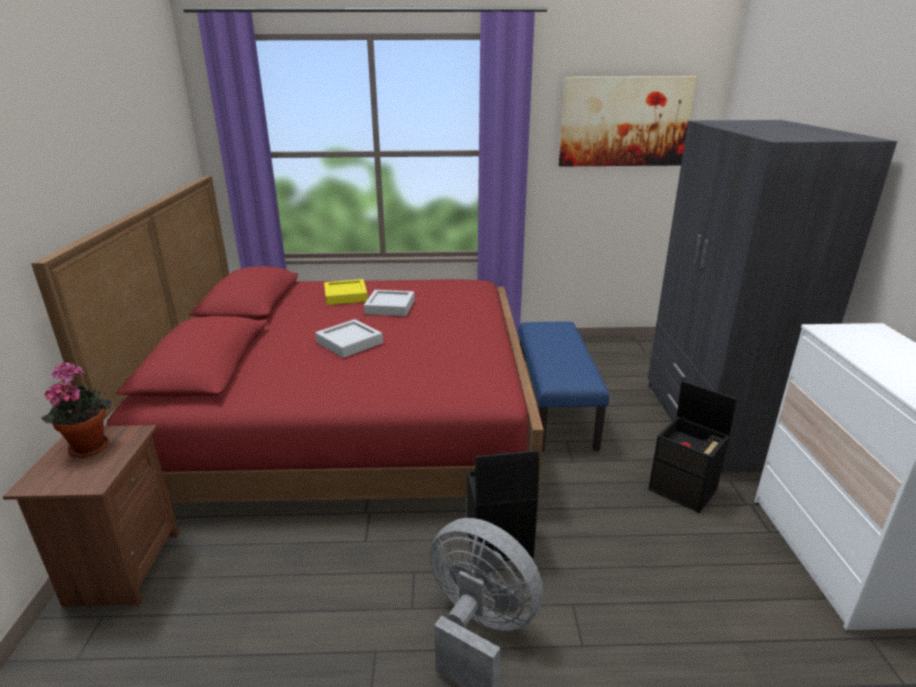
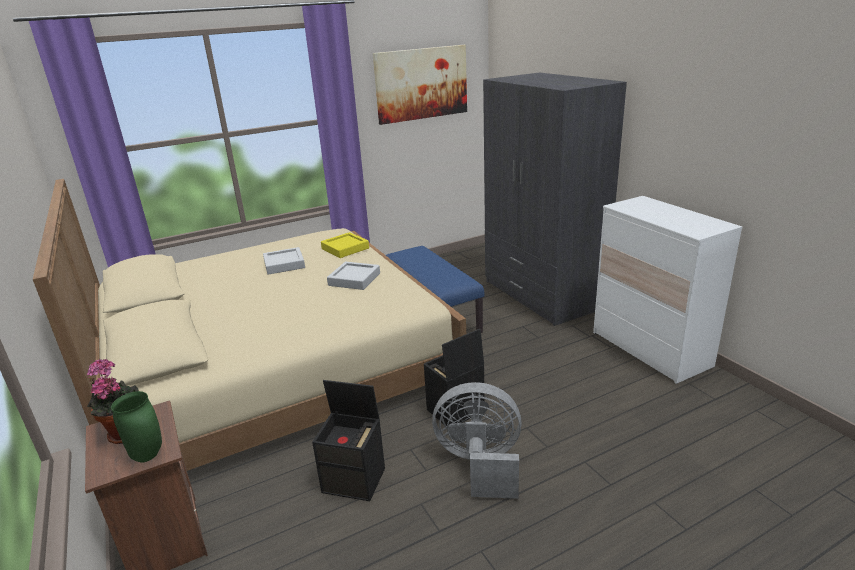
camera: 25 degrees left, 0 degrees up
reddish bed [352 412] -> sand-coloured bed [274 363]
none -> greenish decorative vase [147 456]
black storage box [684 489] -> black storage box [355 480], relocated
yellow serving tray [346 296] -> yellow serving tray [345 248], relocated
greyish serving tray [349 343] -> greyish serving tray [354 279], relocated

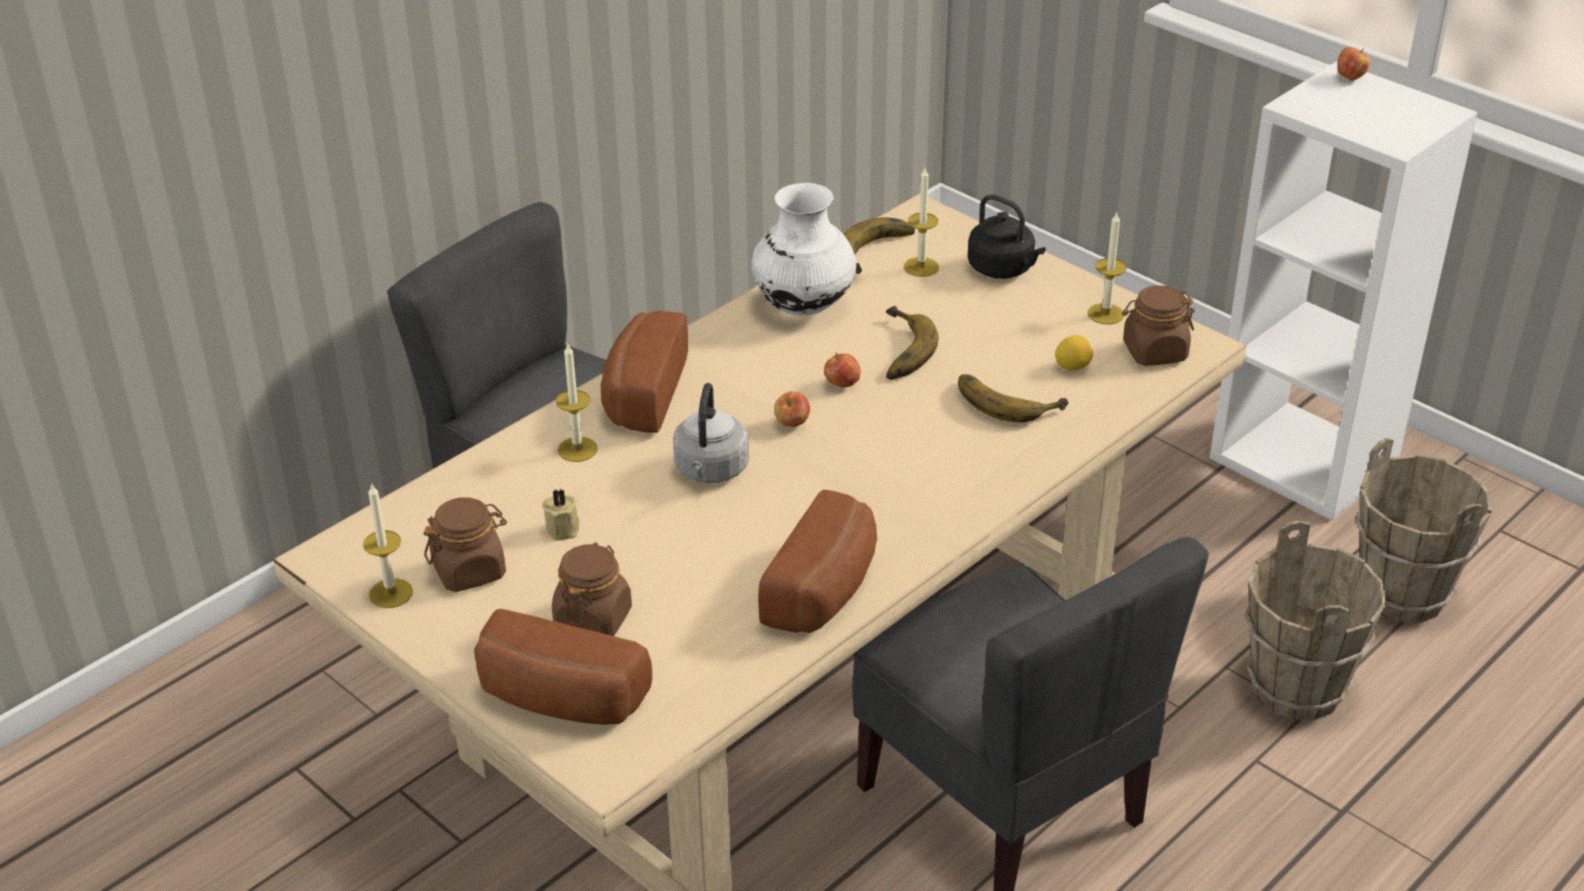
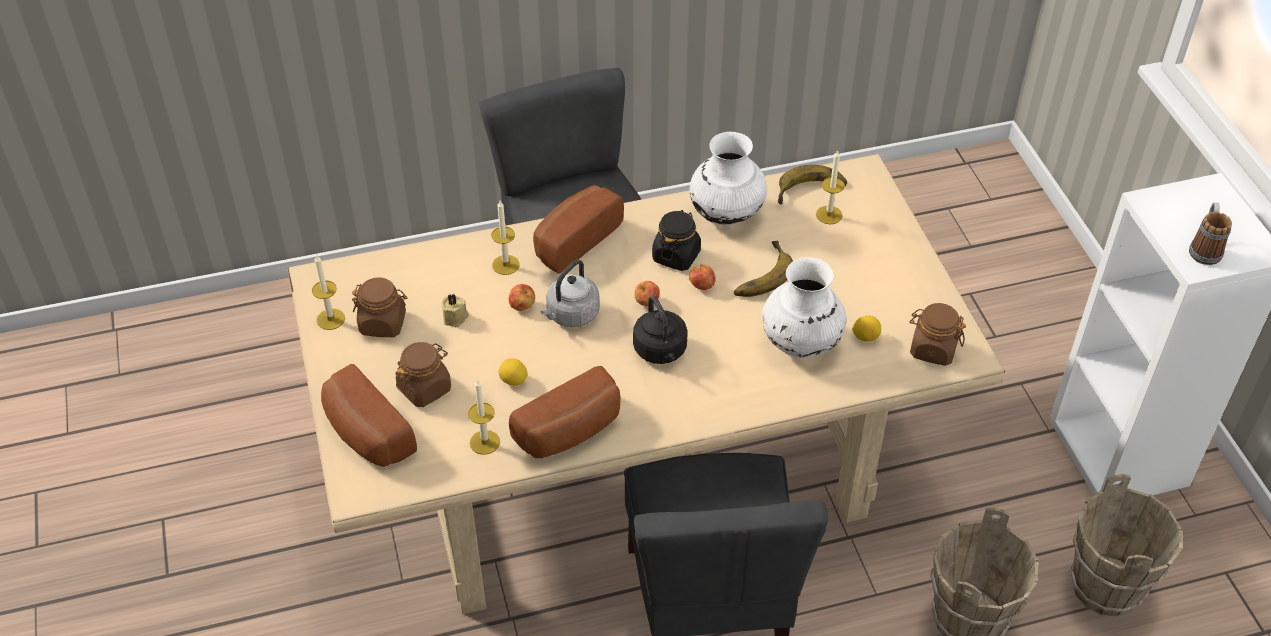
camera: 30 degrees right, 10 degrees up
wax light [1105 314] -> wax light [485 442], relocated
none -> citrus fruit [513 381]
apple [1350 77] -> apple [522 306], relocated
black water kettle [1003 269] -> black water kettle [661 351], relocated
none -> black preserve jar [676 256]
whole banana [1008 399] -> whitish decorative vase [800 343]
none -> coffee mug [1204 248]

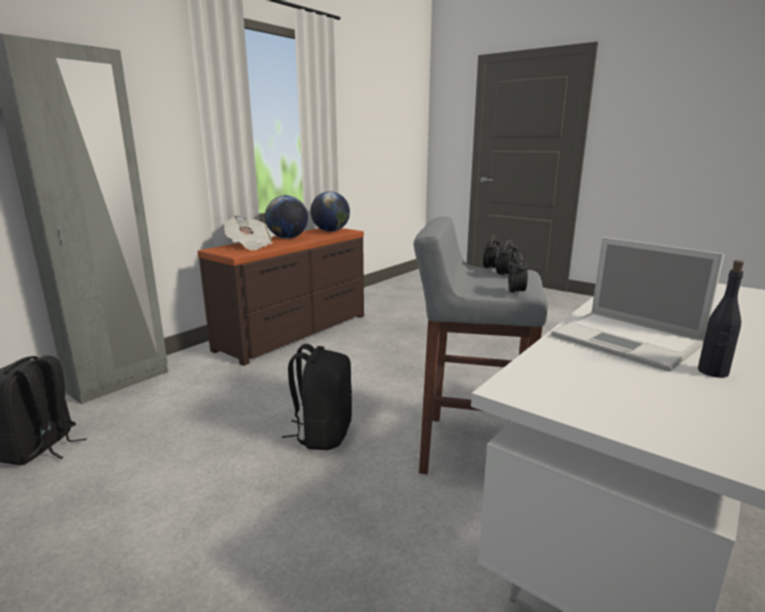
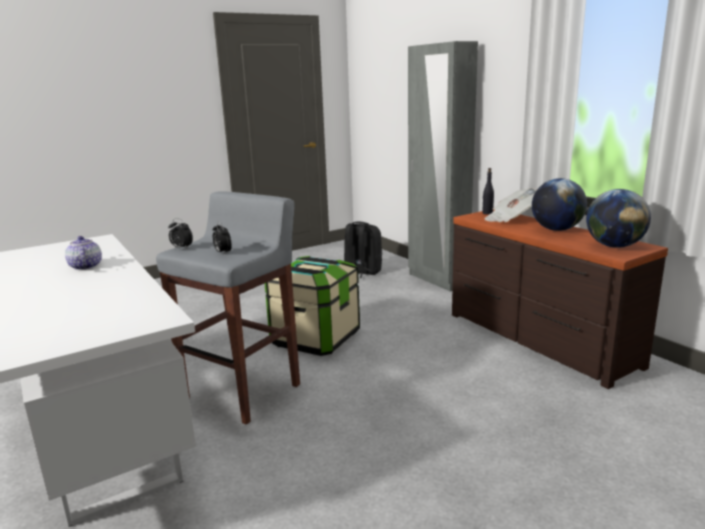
camera: 110 degrees right, 0 degrees up
notebook computer [629 341] -> pot for tea [85 267]
black rucksack [323 434] -> storage box [315 338]
black bottle [712 372] -> black bottle [487 213], relocated
bedside clock [491 269] -> none

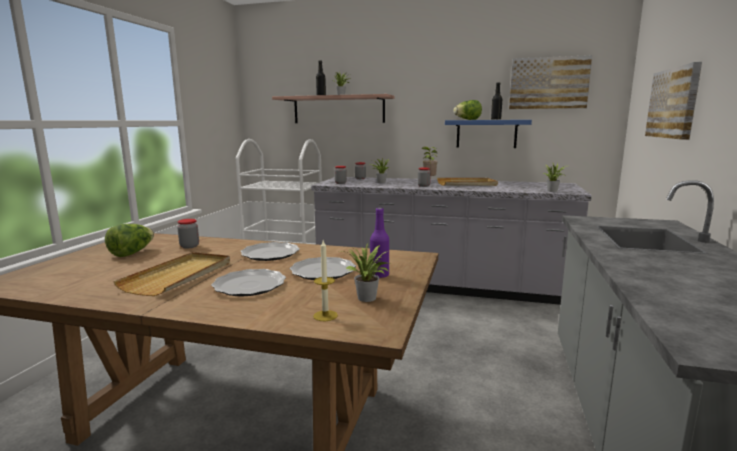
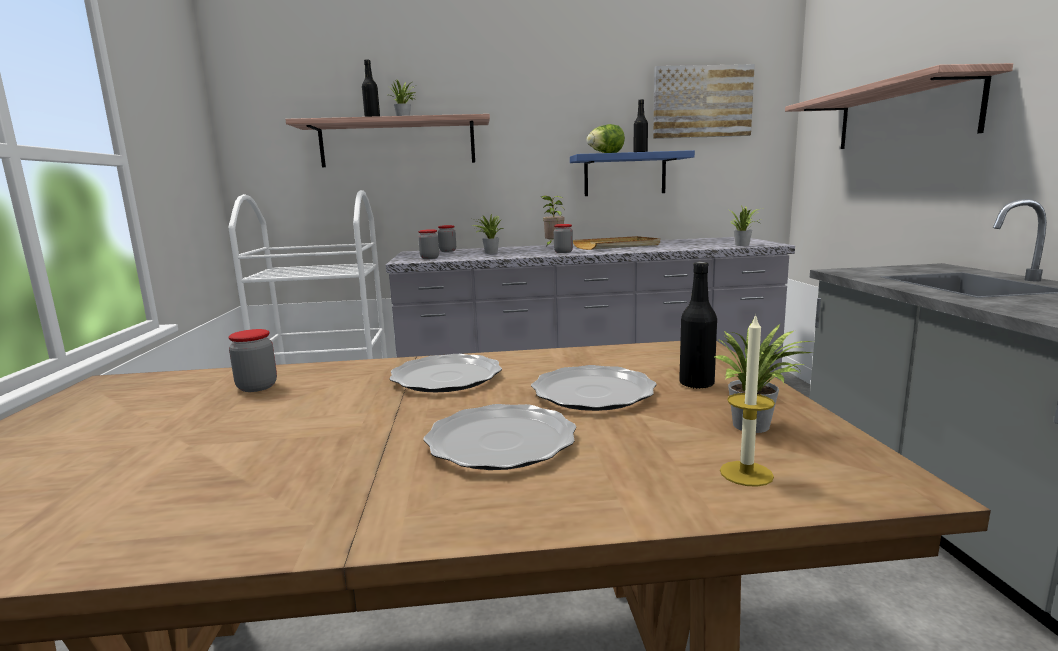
camera: 20 degrees left, 0 degrees up
purple bottle [379 275] -> black bottle [696 384]
wall picture [673 103] -> wall shelf [904 115]
head of lettuce [132 253] -> none
sand-coloured serving tray [179 276] -> none

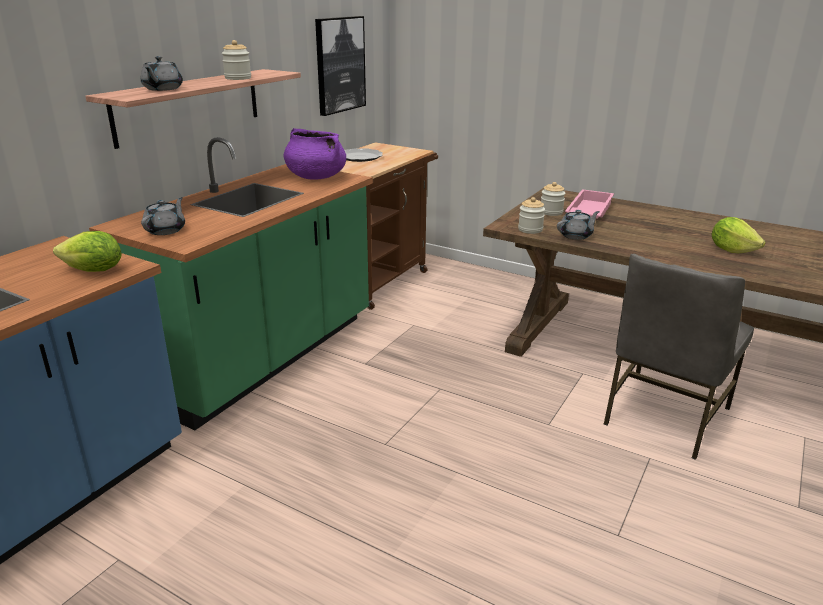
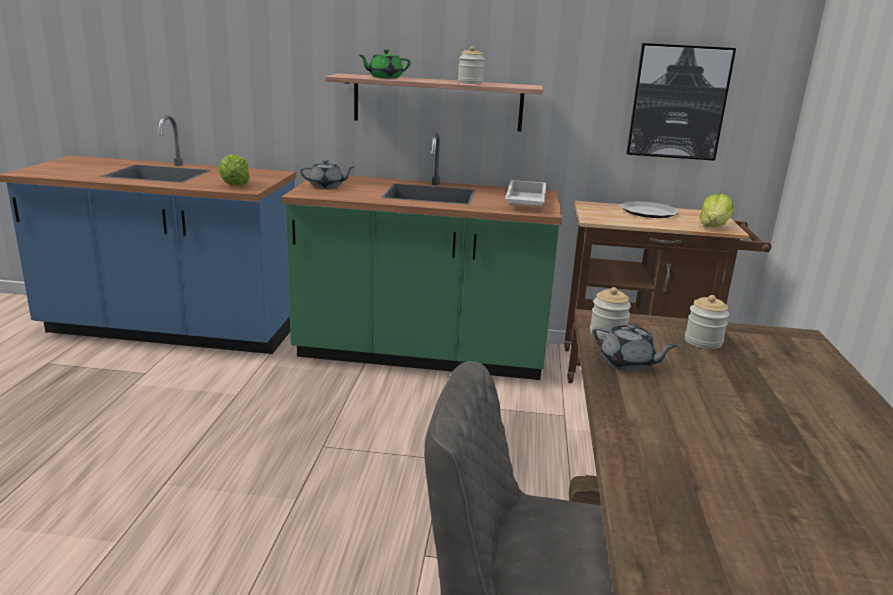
camera: 65 degrees right, 5 degrees down
greyish pot for tea [162 89] -> greenish pot for tea [384 77]
purple saucepot [315 177] -> whitish serving tray [524 202]
head of lettuce [732 250] -> head of lettuce [713 227], relocated
pink-coloured serving tray [588 212] -> none

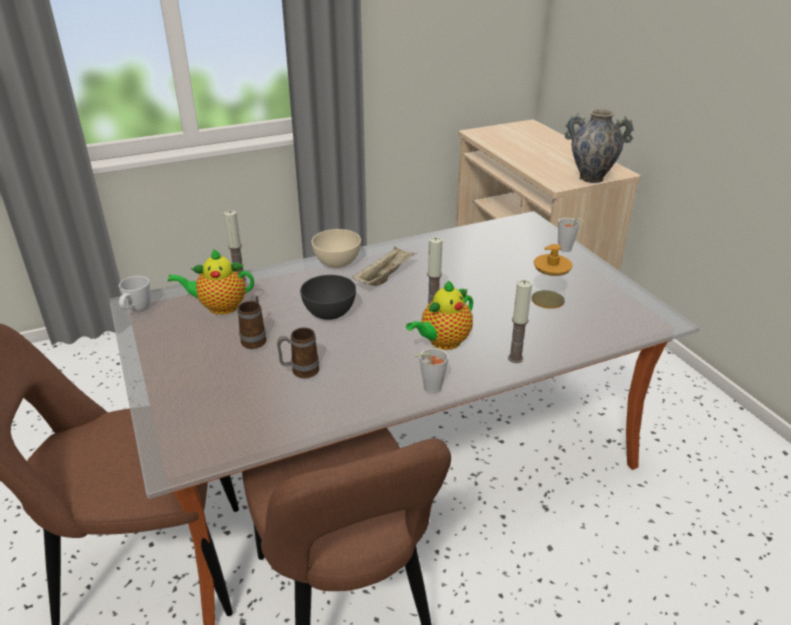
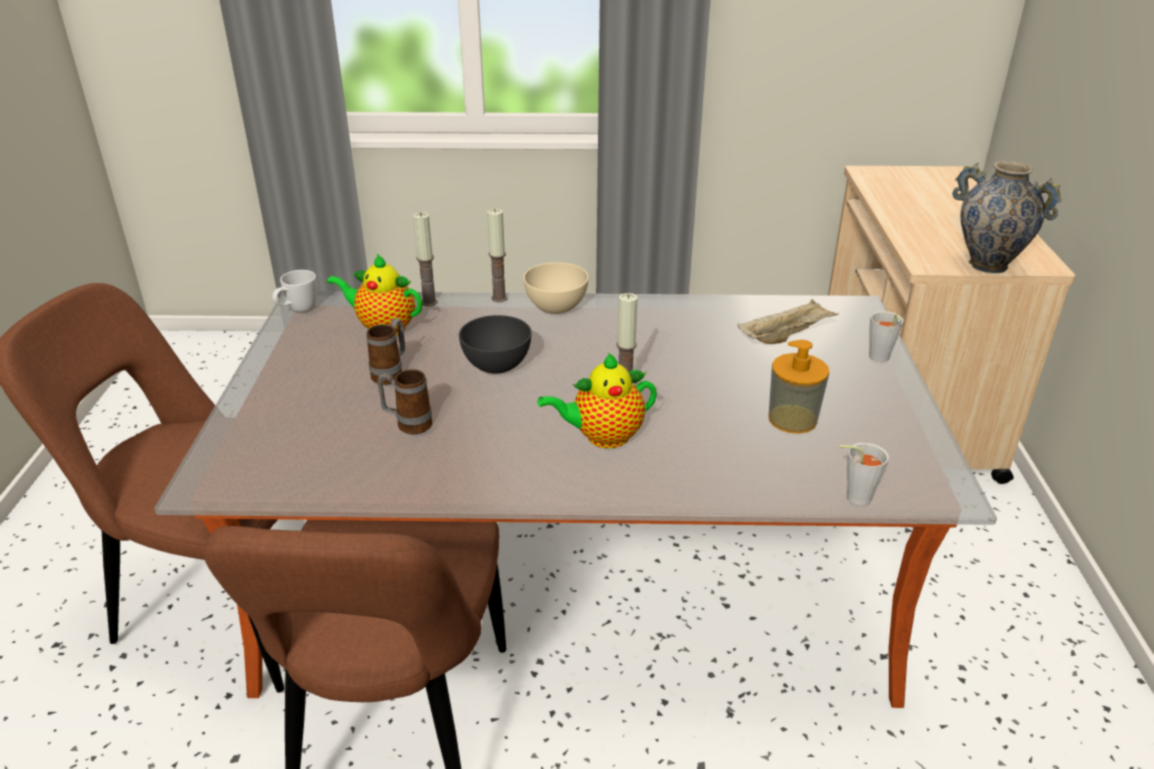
camera: 25 degrees right, 0 degrees up
wax light [515 358] -> wax light [499 298], relocated
sand-coloured serving tray [384 277] -> sand-coloured serving tray [785 336], relocated
greyish small cup [428 389] -> greyish small cup [852 497], relocated

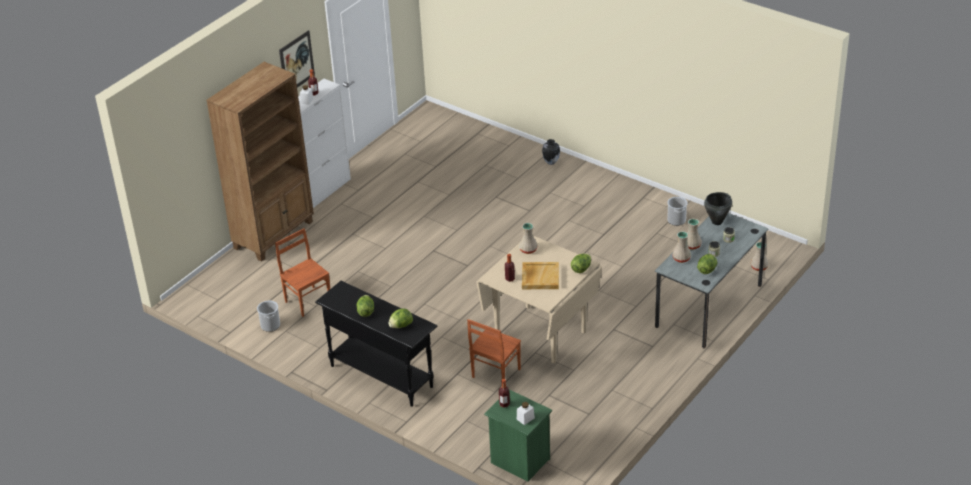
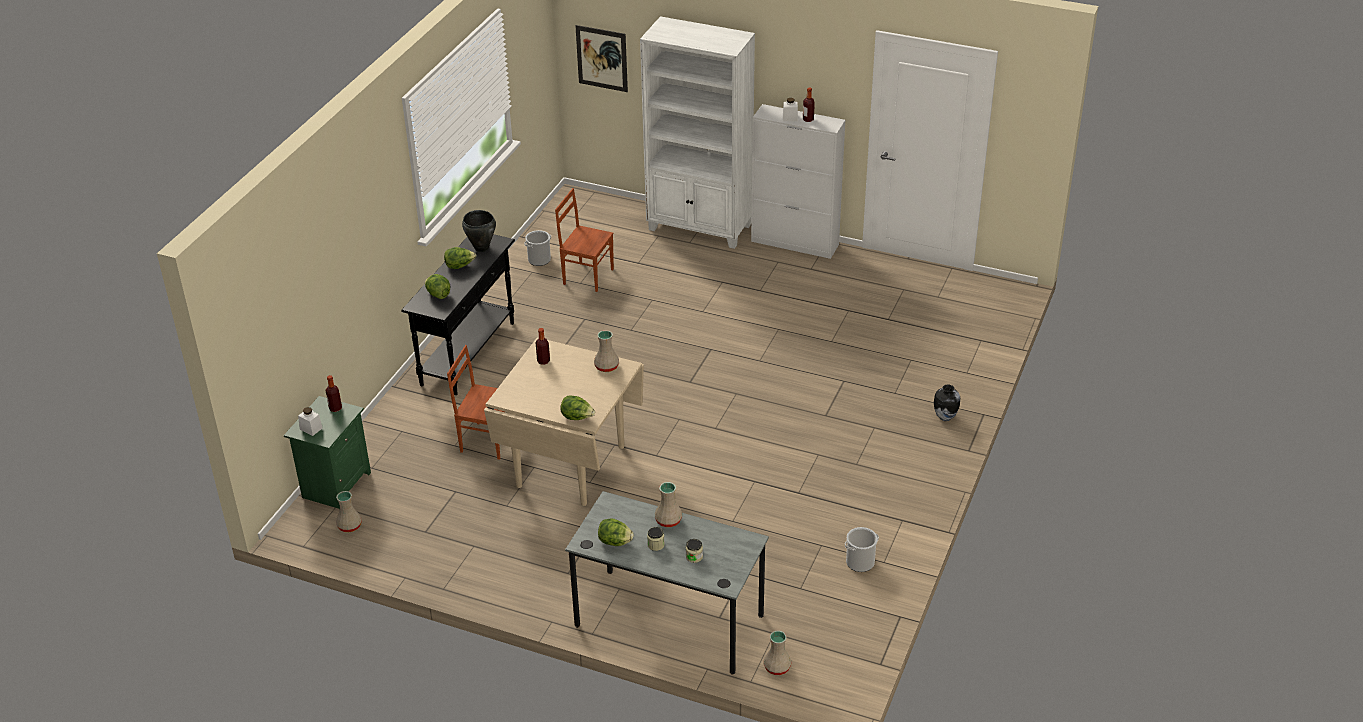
camera: 75 degrees right, 0 degrees up
sand-coloured decorative vase [681 258] -> sand-coloured decorative vase [350 526], relocated
black saucepot [717 222] -> black saucepot [481 248], relocated
brown-coloured chair [308 301] -> brown-coloured chair [588 276], 105 degrees counterclockwise
wall picture [296 62] -> wall picture [602 58], relocated
brown-coloured bookshelf [274 234] -> whitish bookshelf [700 228]
sand-coloured serving tray [540 277] -> none

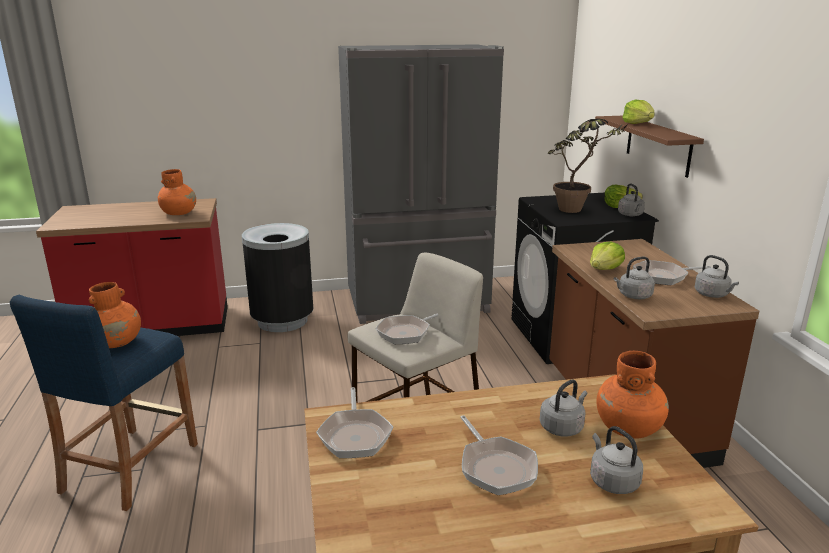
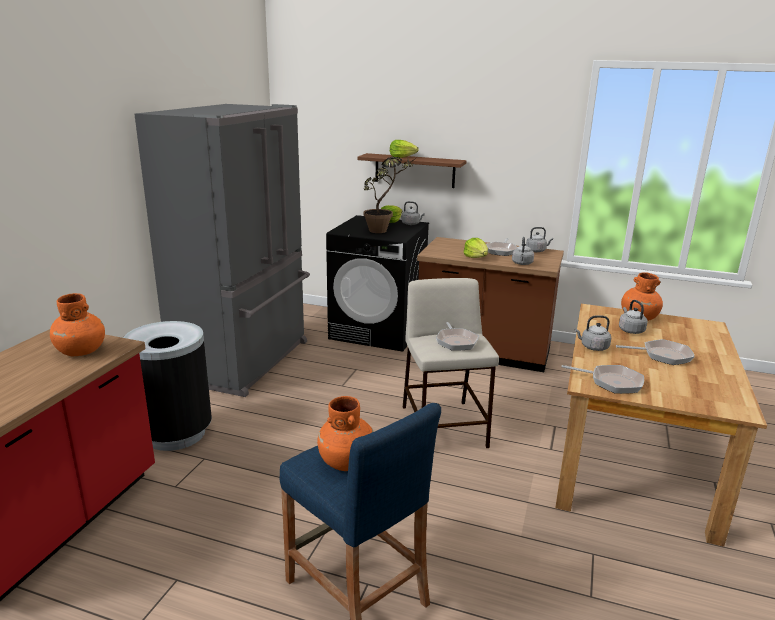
camera: 60 degrees left, 0 degrees up
greyish water kettle [612 481] -> greyish water kettle [593 347], relocated

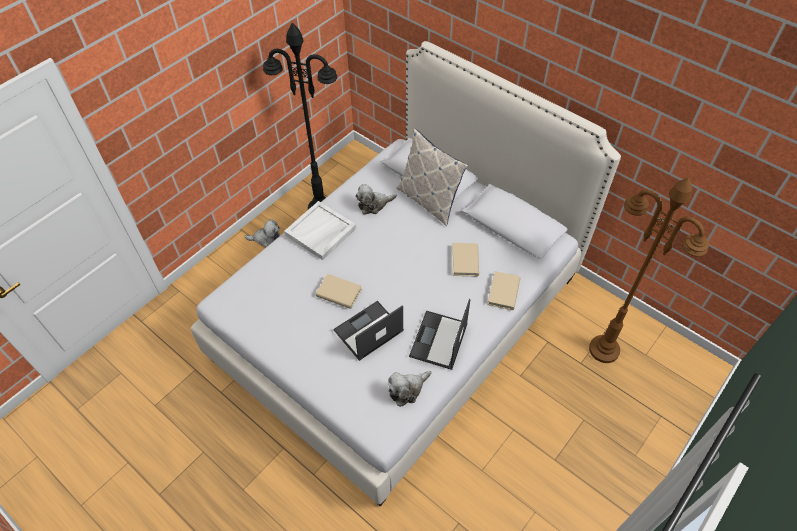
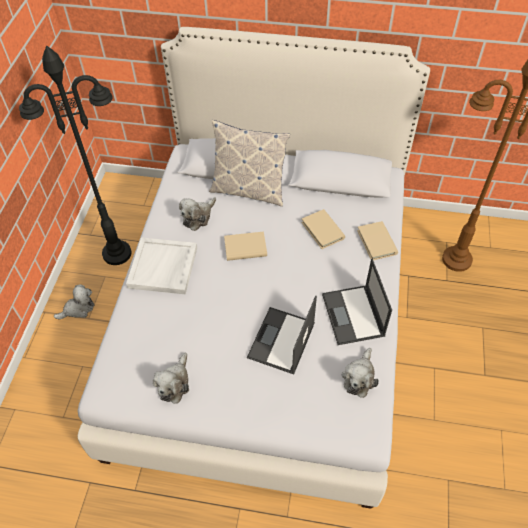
camera: 30 degrees left, 0 degrees up
none -> soft toy [174 383]
sand-coloured book [339 293] -> sand-coloured book [245 248], relocated

